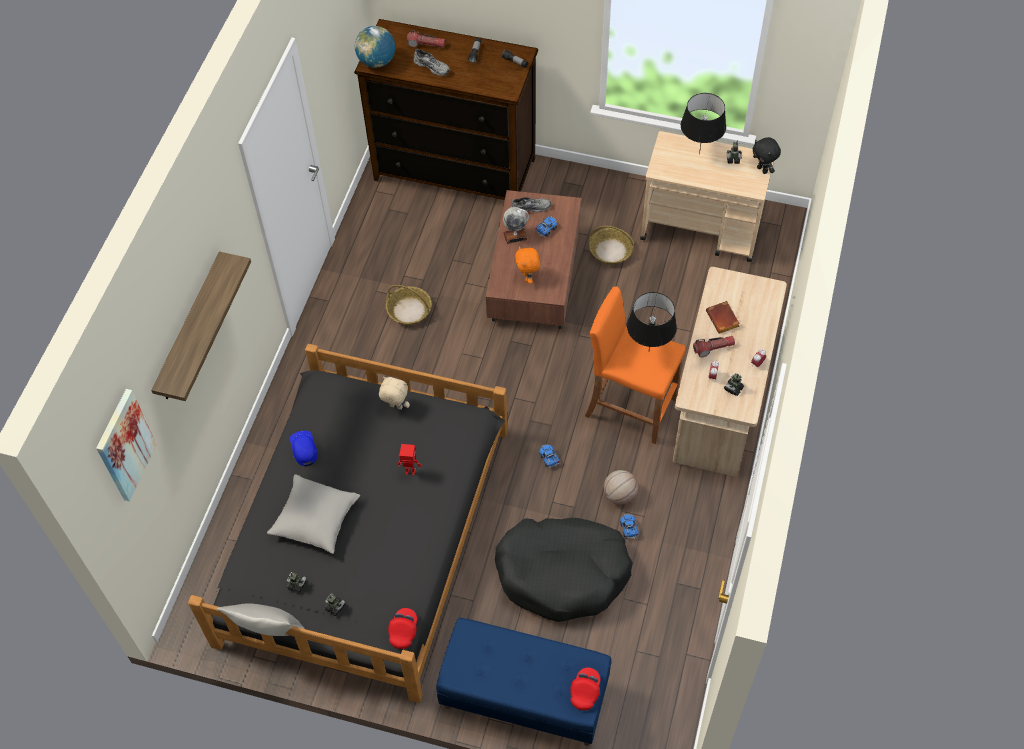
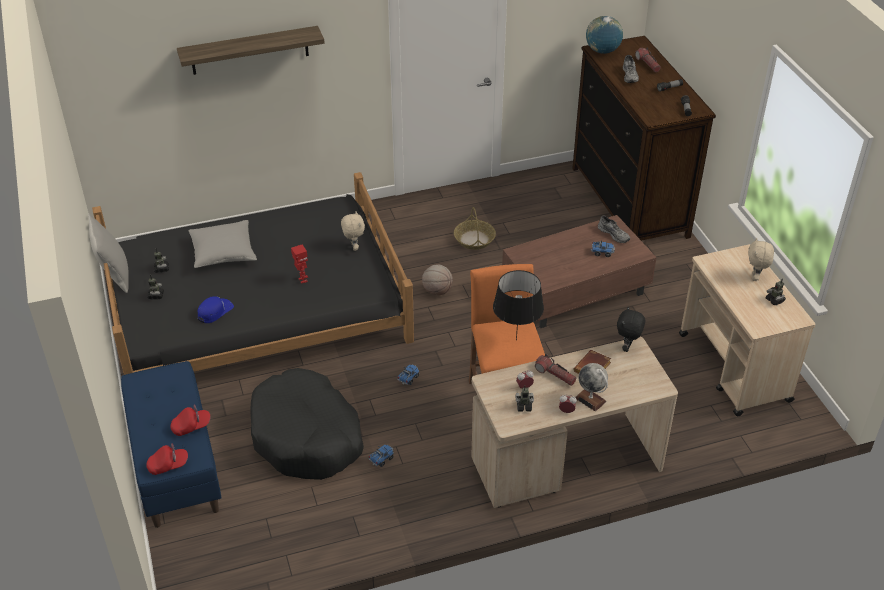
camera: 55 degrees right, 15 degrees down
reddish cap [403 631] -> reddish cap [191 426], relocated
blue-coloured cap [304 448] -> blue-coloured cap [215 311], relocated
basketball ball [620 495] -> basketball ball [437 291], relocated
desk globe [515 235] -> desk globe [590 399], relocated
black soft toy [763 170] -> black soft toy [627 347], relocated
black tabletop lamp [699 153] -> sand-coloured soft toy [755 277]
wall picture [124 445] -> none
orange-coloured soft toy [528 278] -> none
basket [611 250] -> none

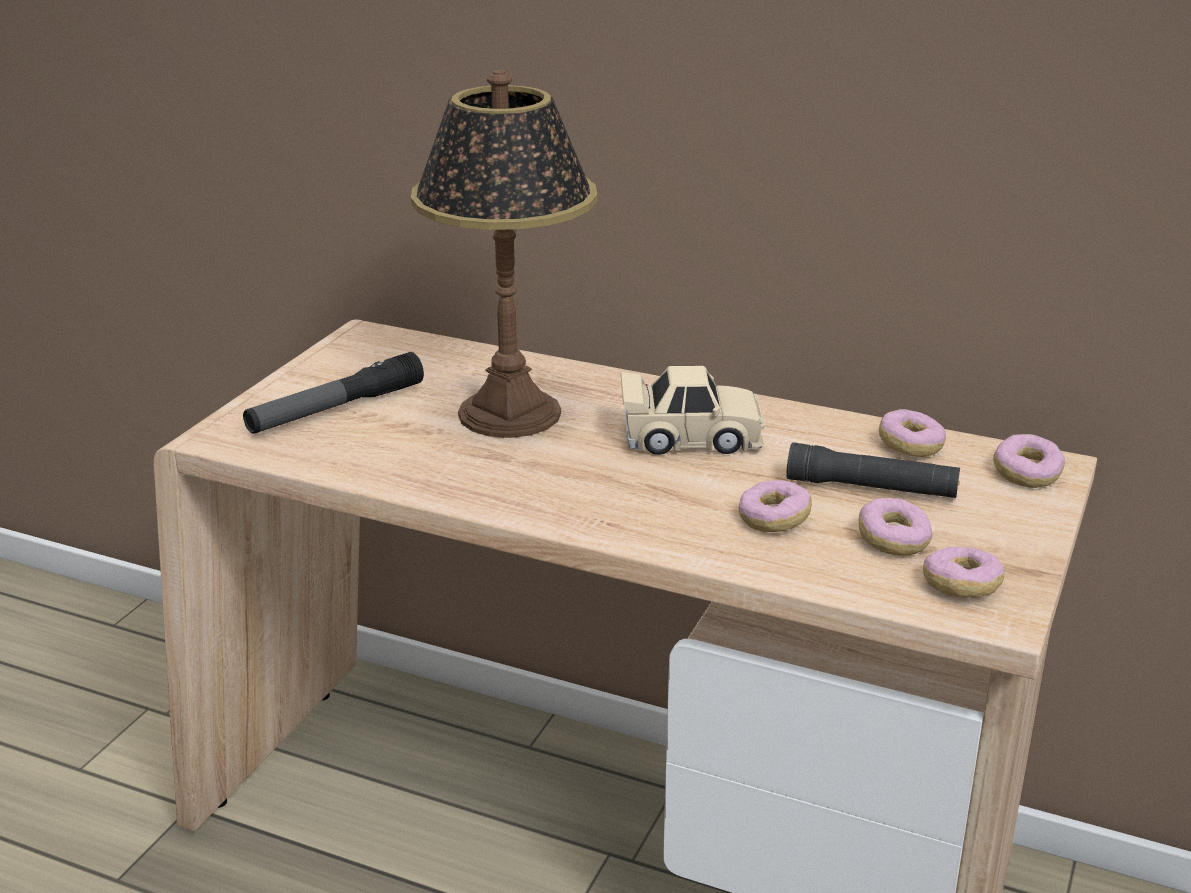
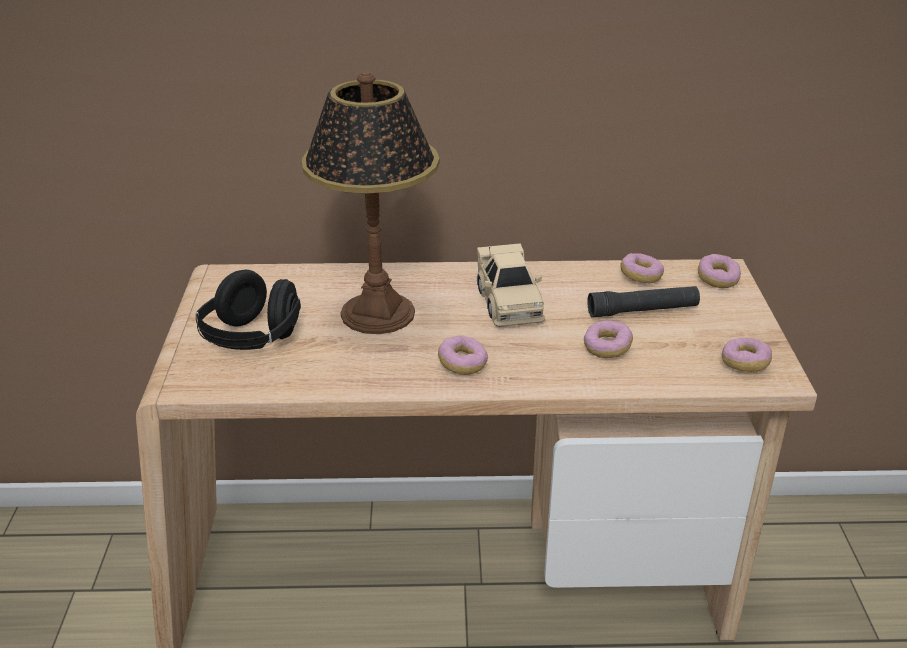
camera: 25 degrees left, 5 degrees up
torch [336 408] -> black pair of headphones [252 339]
doughnut [893 541] -> doughnut [462 364], relocated
sand-coloured model car [690 437] -> sand-coloured model car [509 302], 105 degrees clockwise

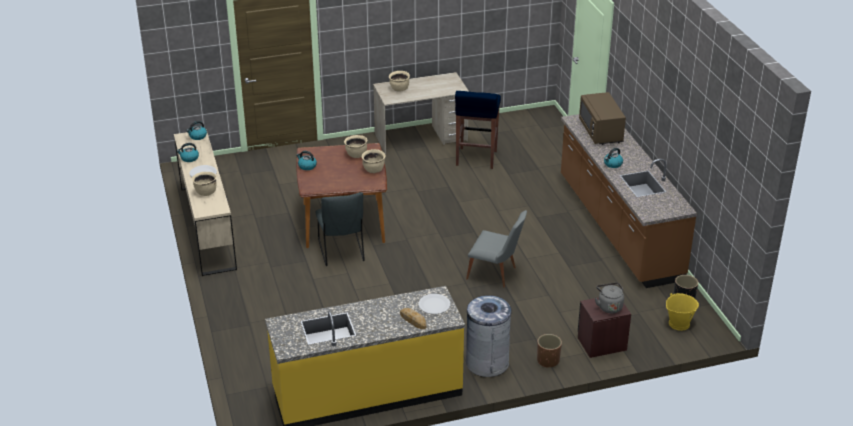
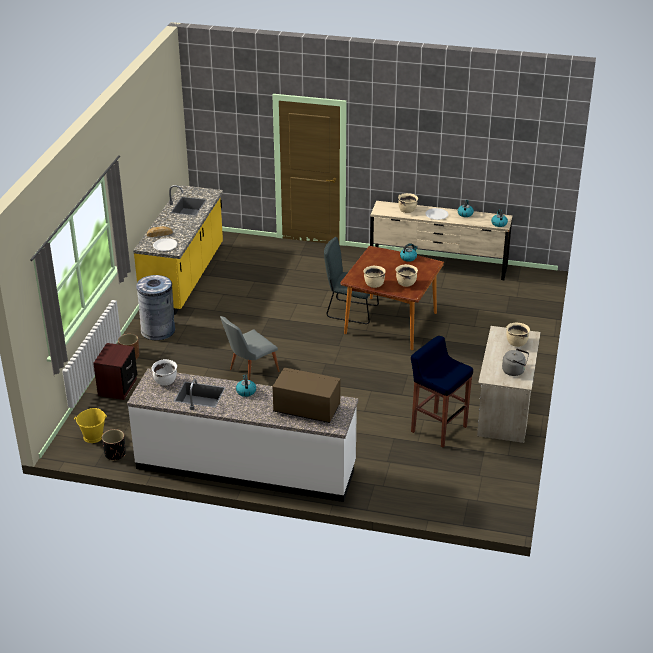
camera: 120 degrees right, 0 degrees up
brown-coloured kitchen counter [618 227] -> whitish kitchen counter [246 467]
none -> whitish saucepot [165 381]
greyish water kettle [609 306] -> greyish water kettle [515 371], relocated

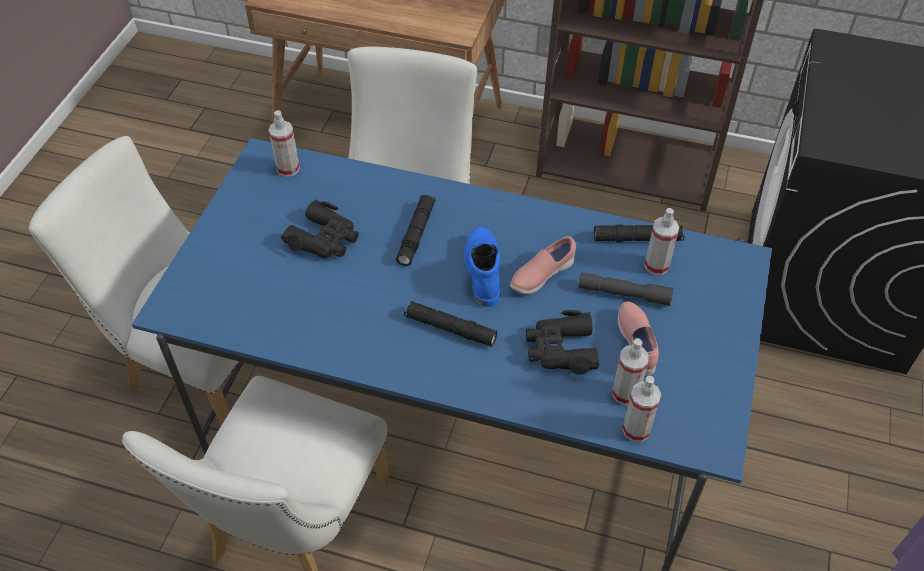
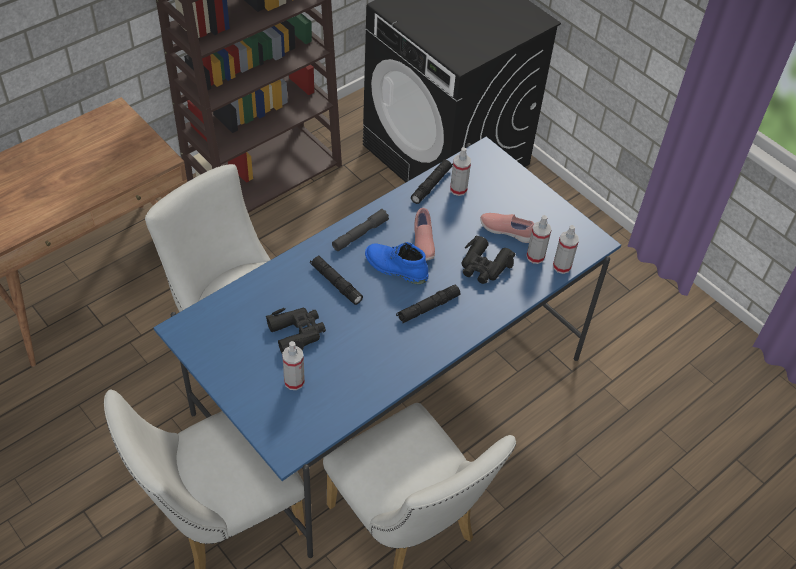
camera: 60 degrees left, 0 degrees up
spray bottle [288 168] -> spray bottle [294 381], relocated
greyish torch [624 294] -> greyish torch [360 234], relocated

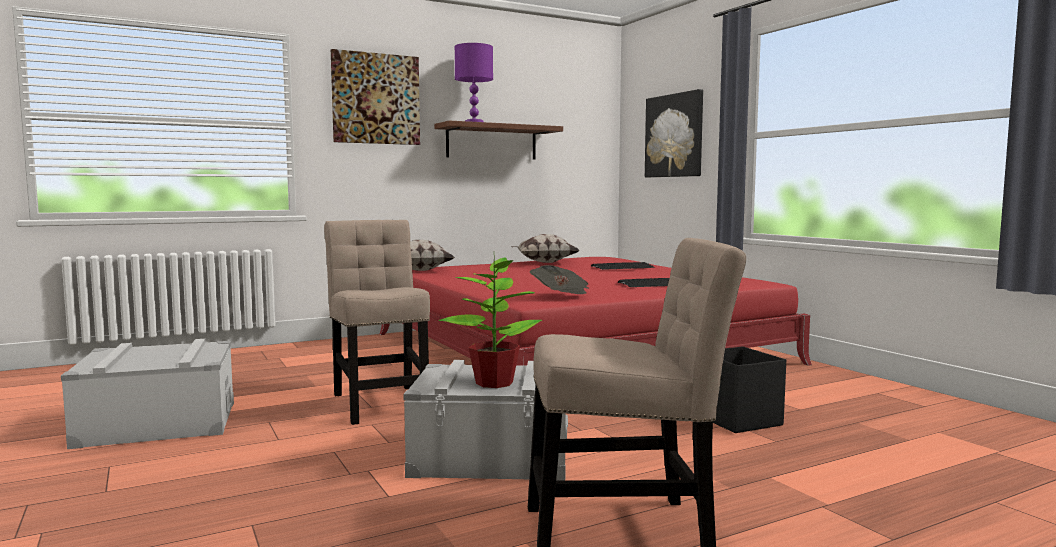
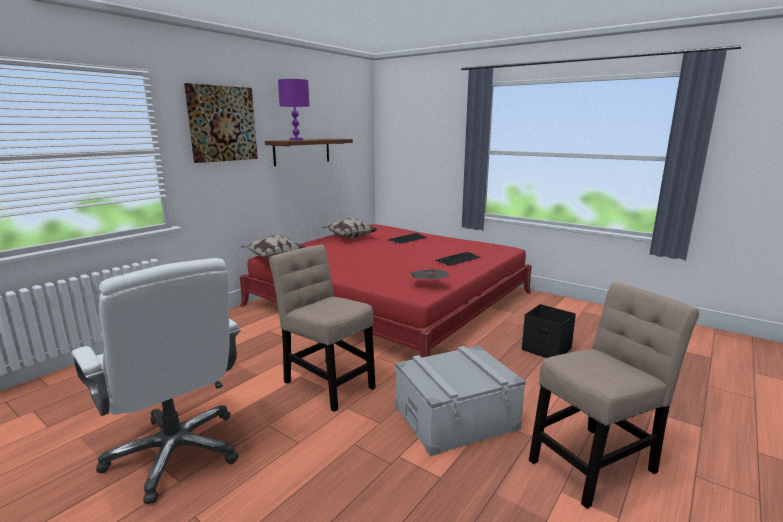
camera: 25 degrees left, 10 degrees up
greyish storage box [158 424] -> whitish computer chair [176 452]
houseplant [494 382] -> none
wall picture [674 136] -> none

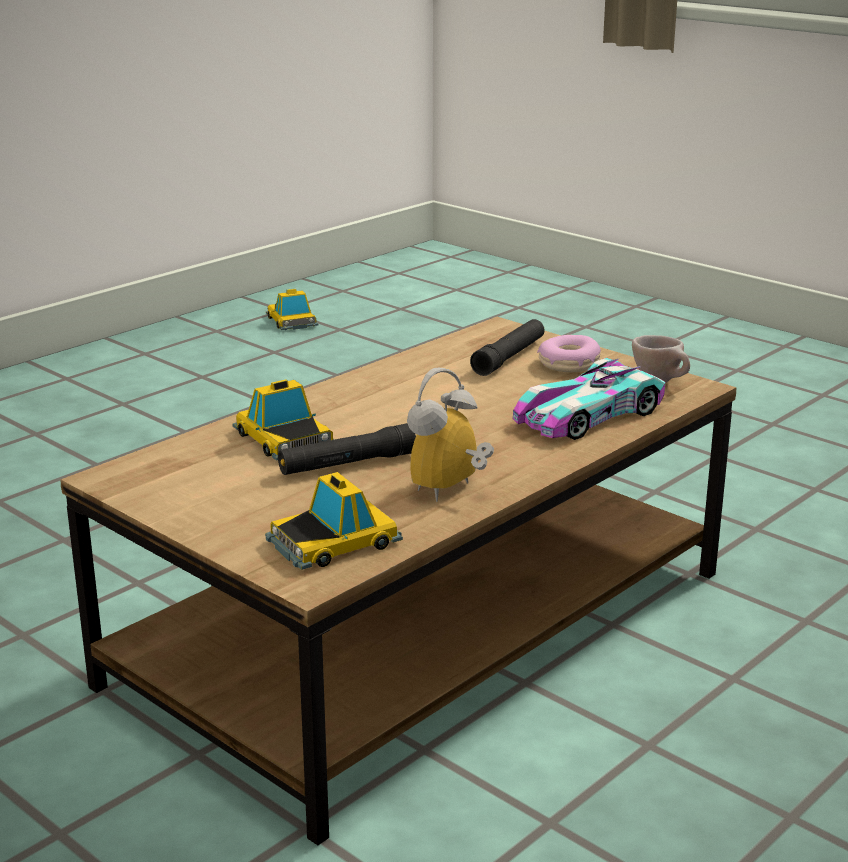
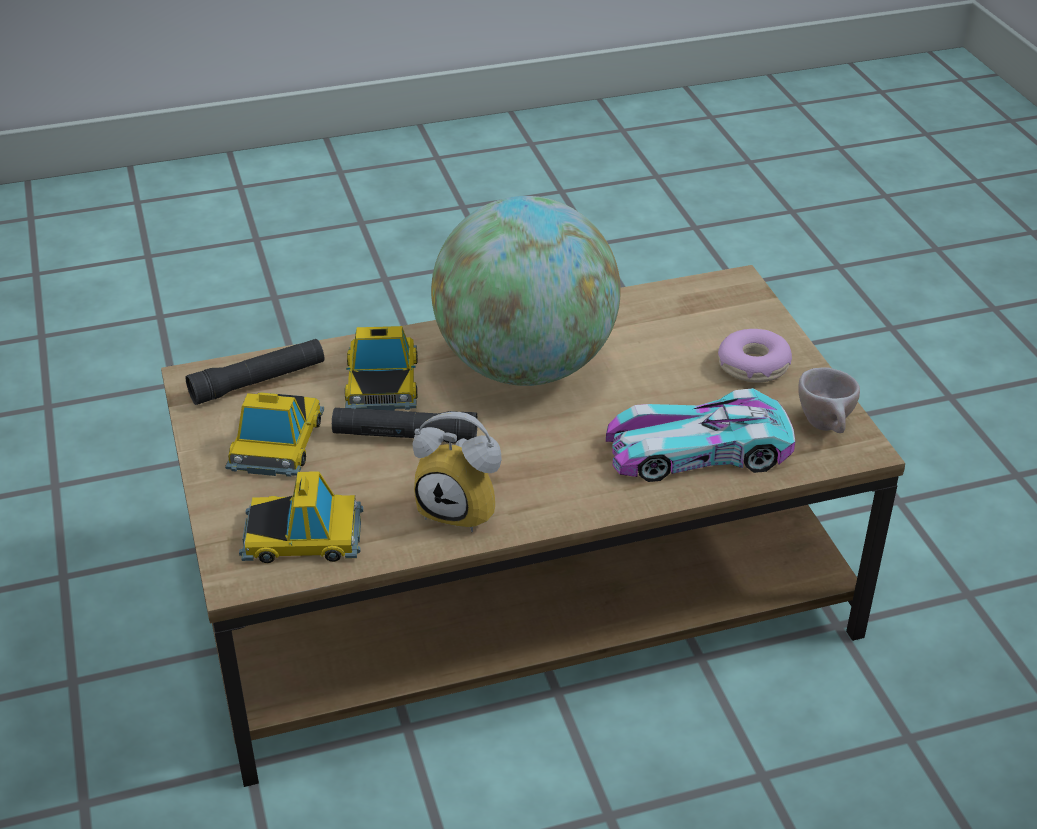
camera: 30 degrees right, 15 degrees up
black torch [509 357] -> black torch [258 382], relocated
model car [291 321] -> model car [276 441], relocated
bedside clock [451 490] -> bedside clock [463 508], 135 degrees counterclockwise
none -> desk globe [525 366]

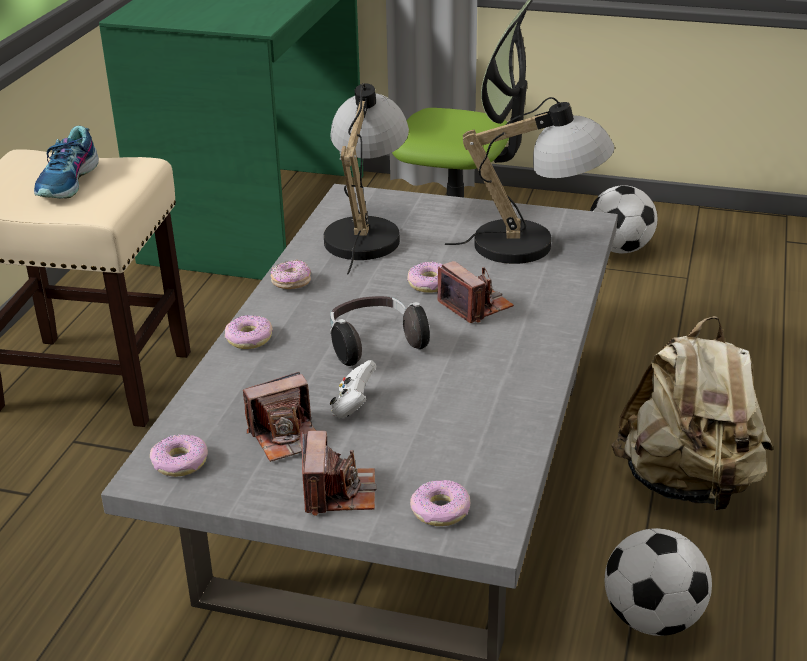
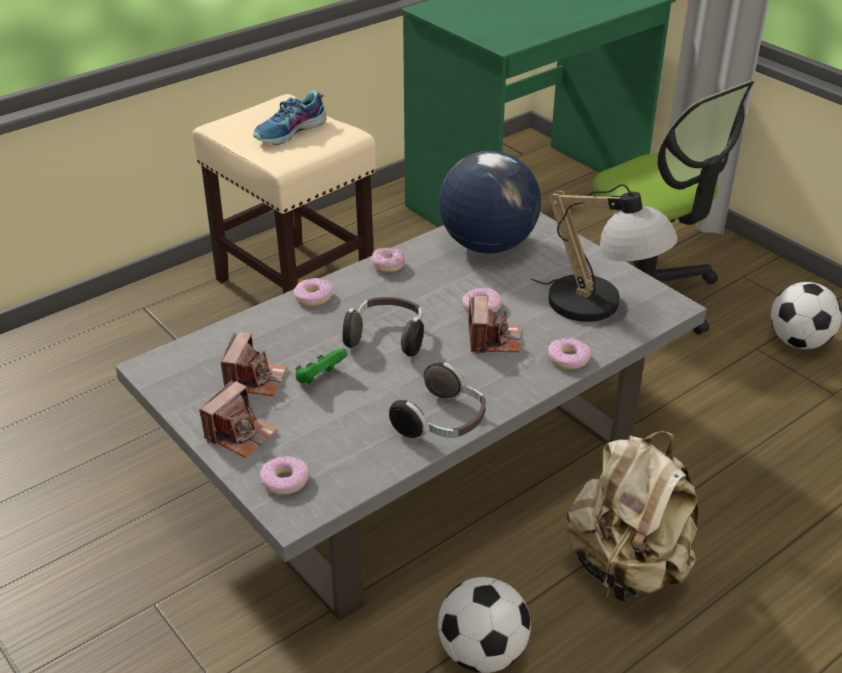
camera: 35 degrees right, 5 degrees up
photo camera [286 437] -> photo camera [255 380], 90 degrees counterclockwise
whitish gamepad [353 406] -> greenish gamepad [320 378]
none -> pair of headphones [442 423]
tabletop lamp [365 231] -> desk globe [487 245]
doughnut [180 463] -> doughnut [568 359], relocated

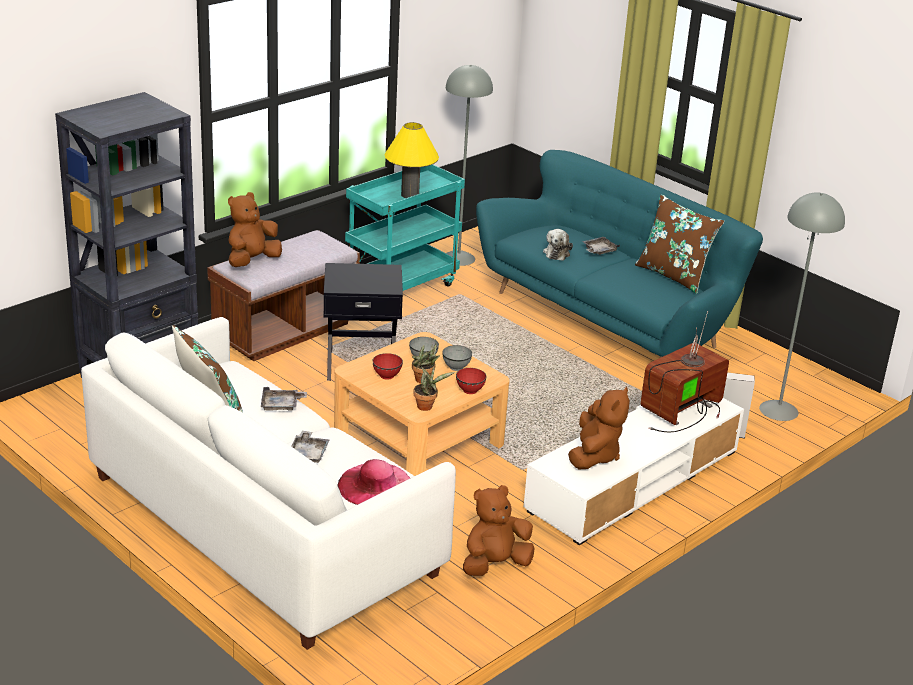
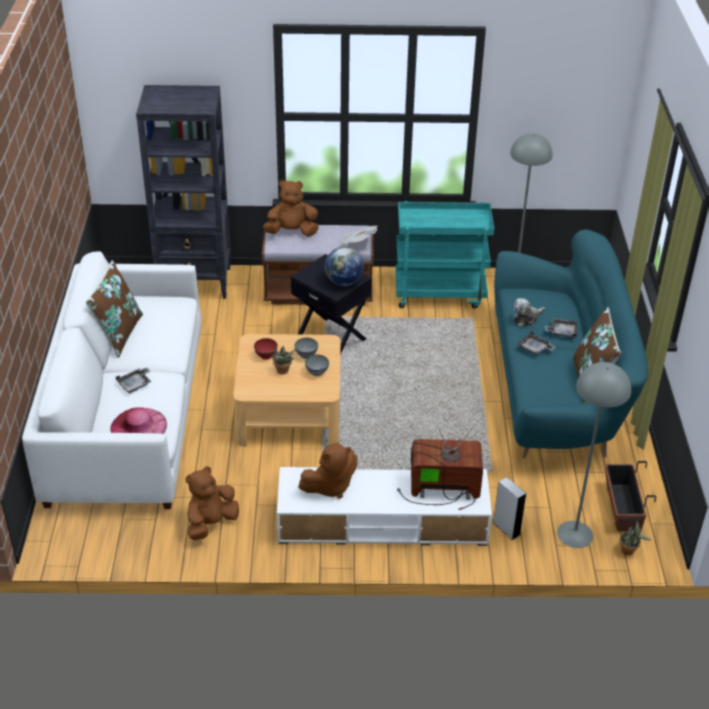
camera: 45 degrees right, 10 degrees up
brown-coloured soft toy [495 565] -> brown-coloured soft toy [211 523], 60 degrees counterclockwise
none -> desk globe [343 282]
none -> daily paper [358 243]
greyish serving tray [281 405] -> greyish serving tray [534 348], relocated
none -> planter [622 508]
houseplant [427 406] -> houseplant [629 551], relocated
yellow tabletop lamp [410 195] -> none
reddish bowl [470 390] -> none

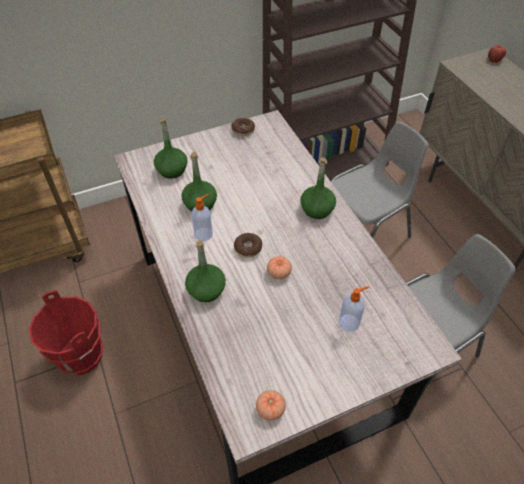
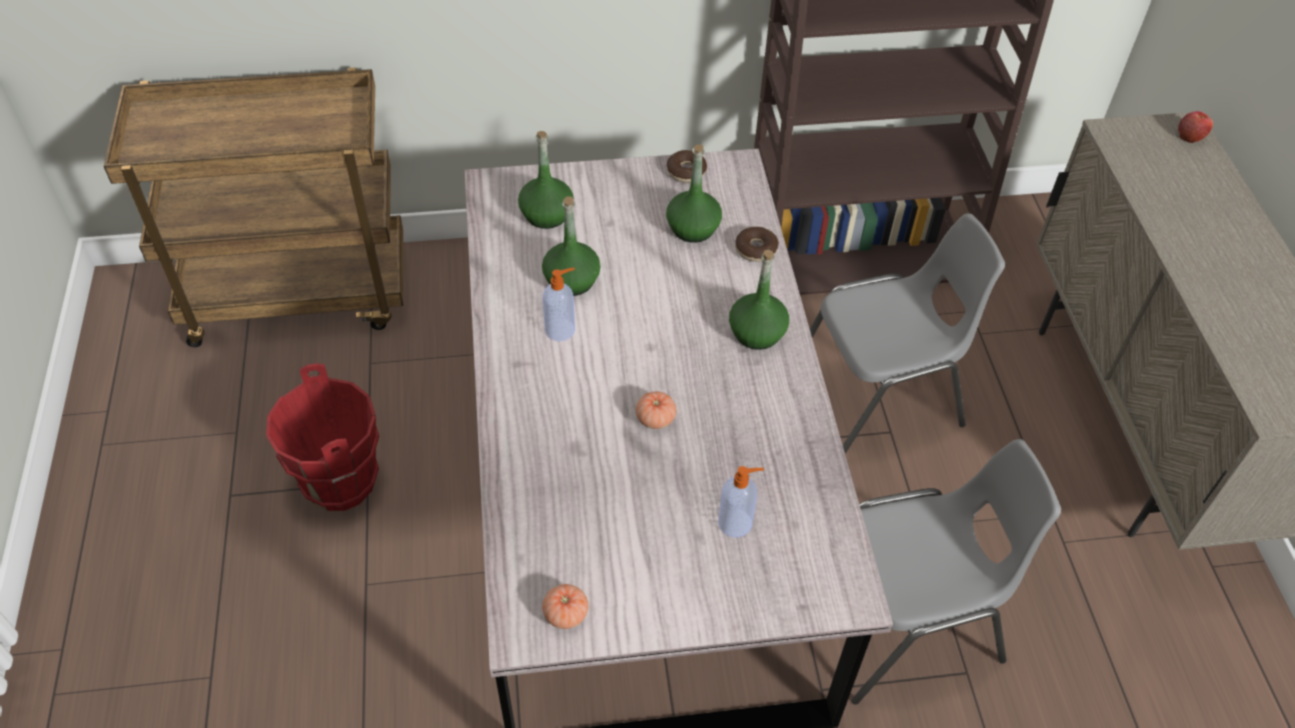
camera: 15 degrees right, 0 degrees up
greenish bottle [206 290] -> greenish bottle [693 228], relocated
doughnut [248 248] -> doughnut [756 249], relocated

